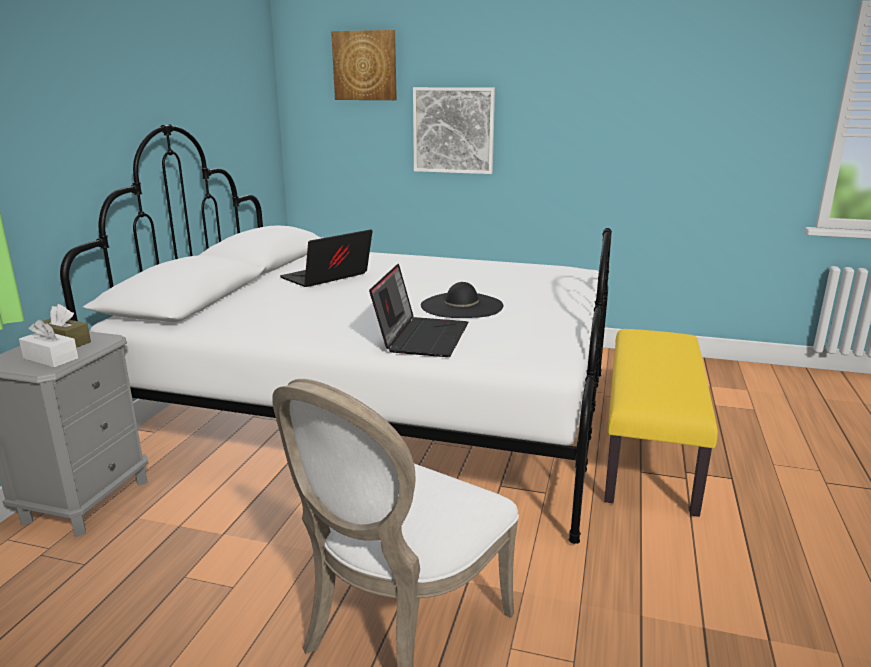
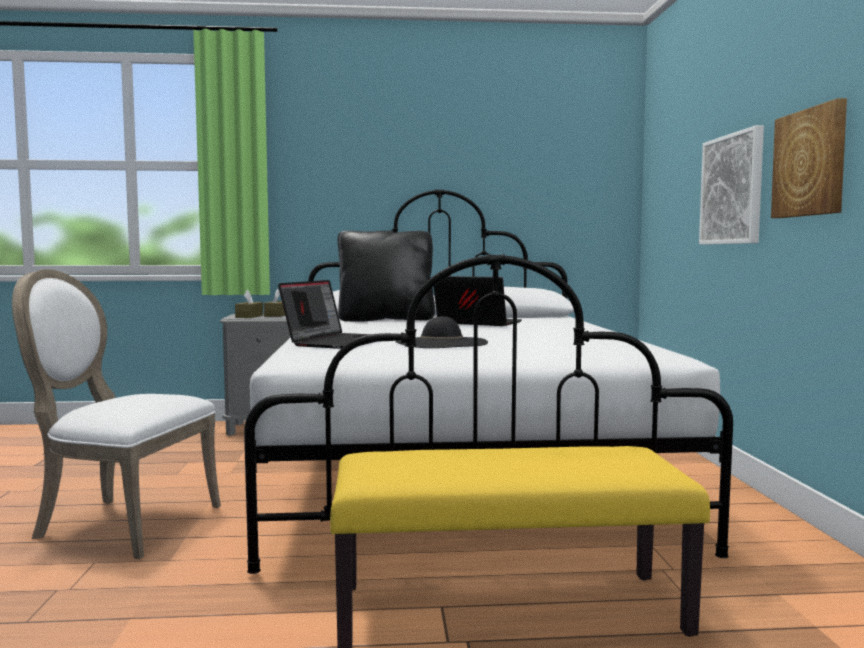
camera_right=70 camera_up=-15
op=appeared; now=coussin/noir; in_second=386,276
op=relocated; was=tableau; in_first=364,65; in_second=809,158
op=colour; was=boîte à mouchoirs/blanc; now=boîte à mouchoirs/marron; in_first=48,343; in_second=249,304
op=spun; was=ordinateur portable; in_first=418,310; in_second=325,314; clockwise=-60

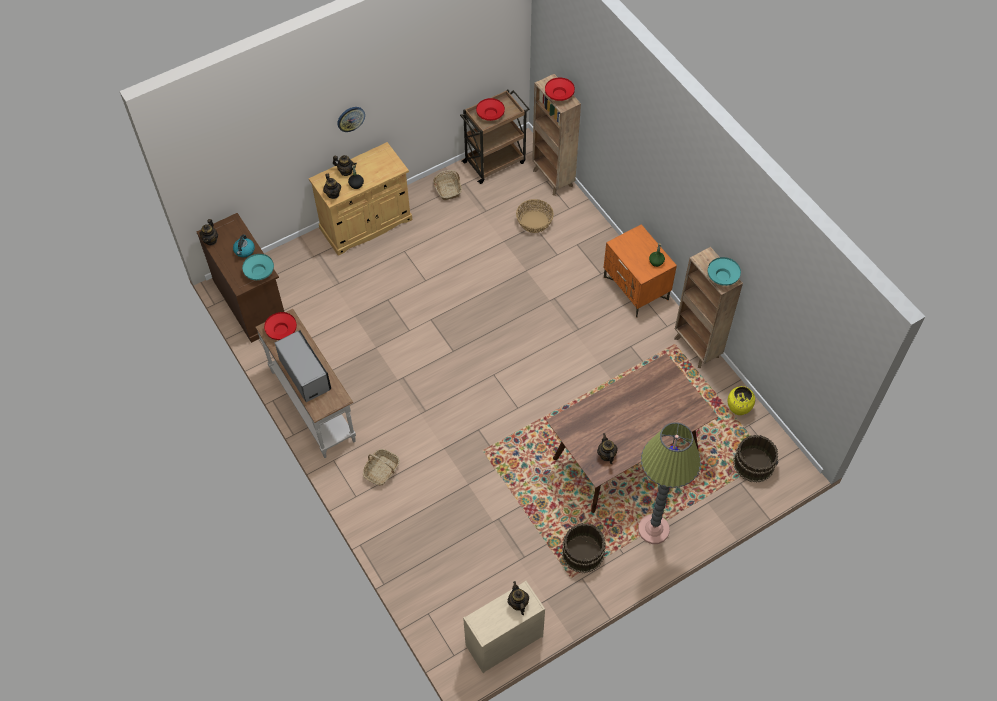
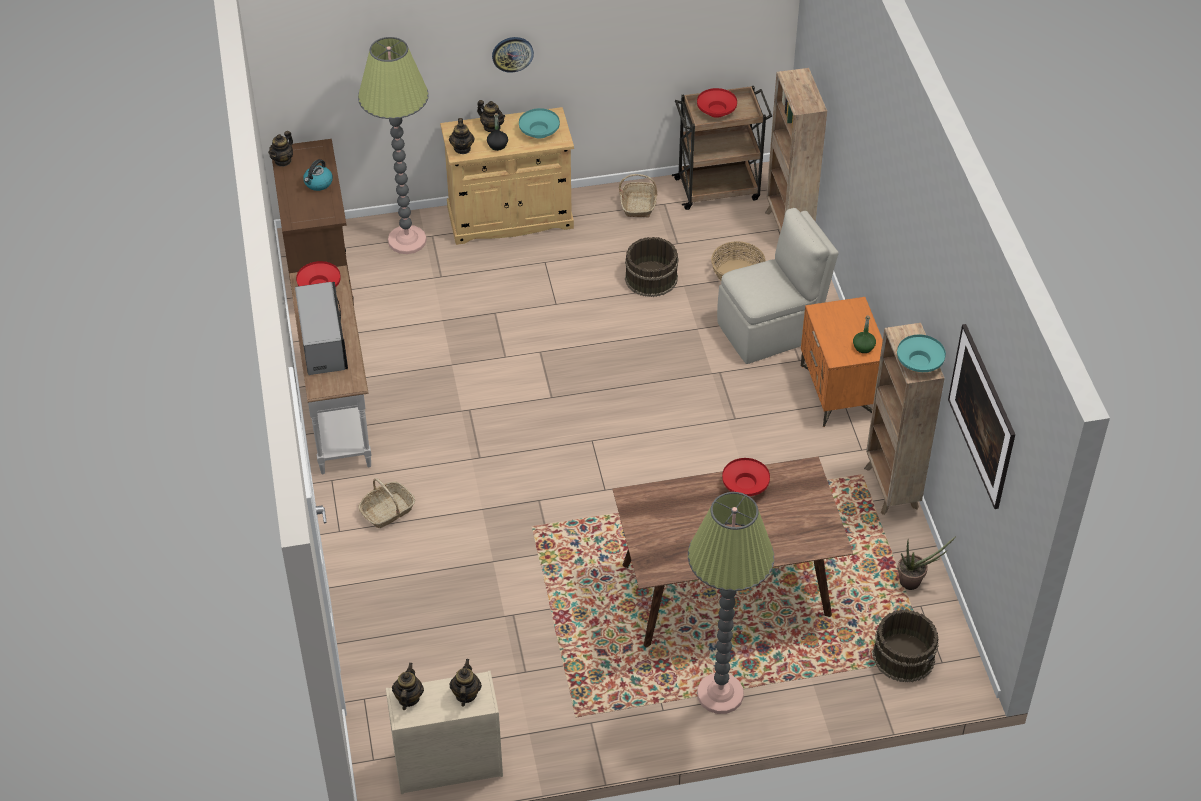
camera_right=20 camera_up=-10
op=appeared; now=lampadaire; in_second=393,145
op=appeared; now=chaise/beige; in_second=778,286
op=appeared; now=tableau; in_second=981,416
op=relocated; was=bol/turquoise; in_first=258,267; in_second=539,123
op=relocated; was=bol/rouge; in_first=560,89; in_second=746,477
op=relocated; was=seau/marron; in_first=584,548; in_second=652,267
op=relocated; was=théière; in_first=607,448; in_second=408,686
op=exchanged; was=vase/jaune; now=plante en pot; in_first=741,400; in_second=926,563

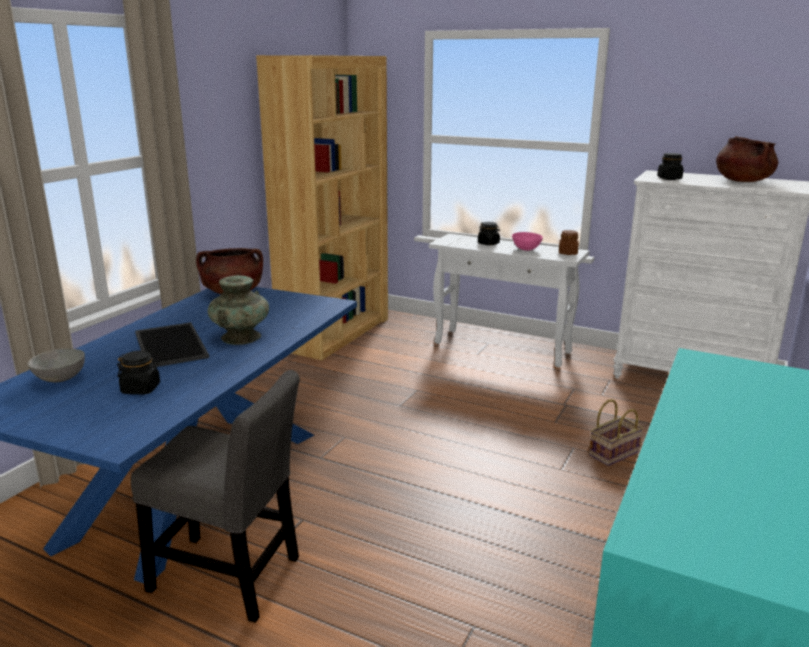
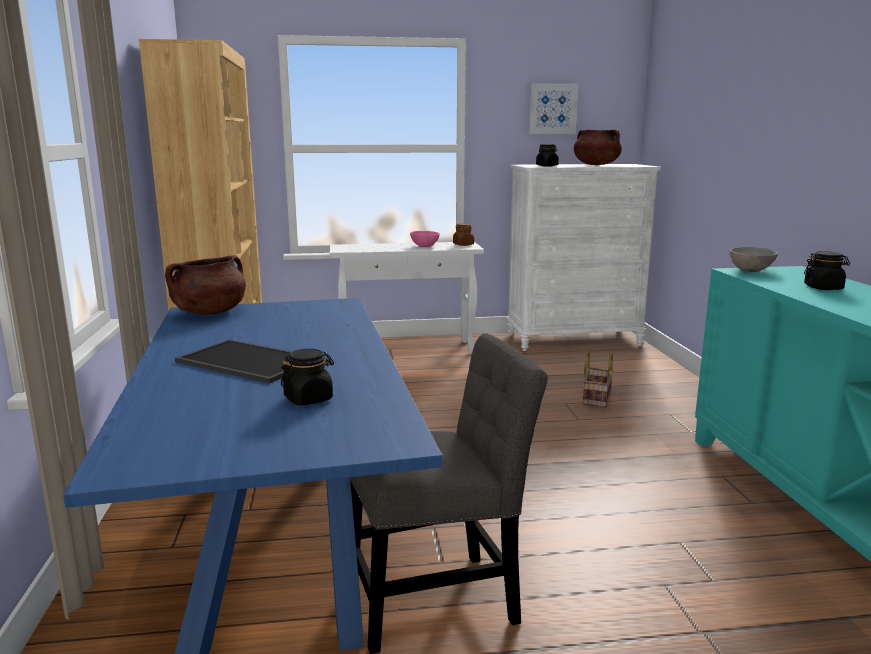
camera_right=-35 camera_up=-5
op=missing; was=vase/turquoise; in_first=238,310
op=appeared; now=tableau; in_second=553,108
op=relocated; was=bol/gris; in_first=56,365; in_second=753,259
op=relocated; was=bocal/noir; in_first=489,233; in_second=827,270

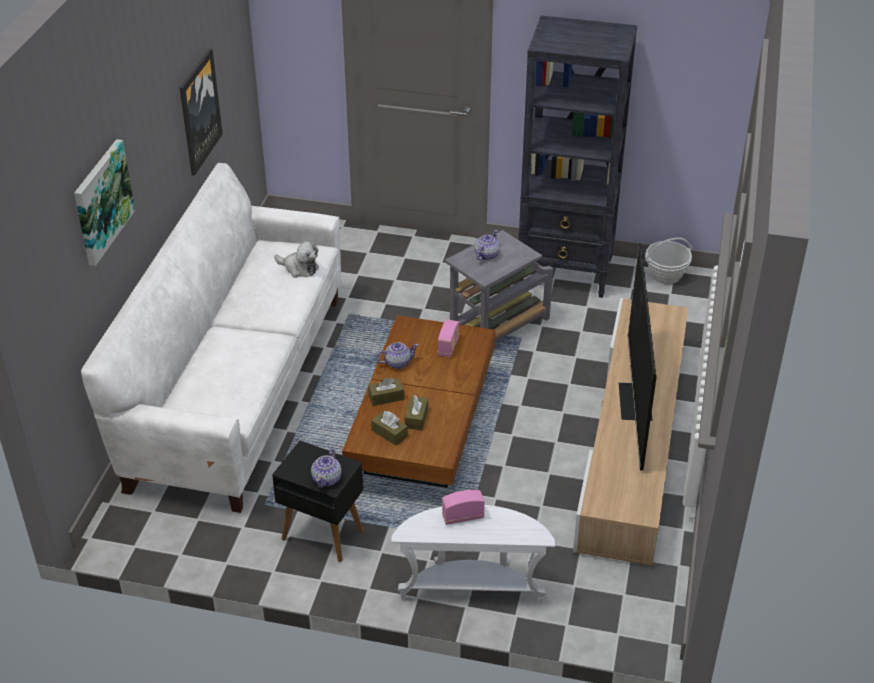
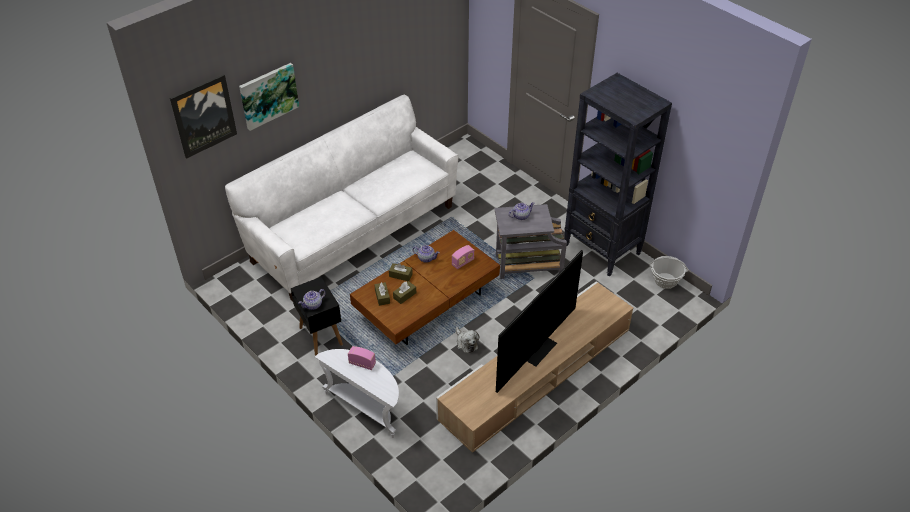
camera_right=35 camera_up=5
op=relocated; was=tableau; in_first=201,112; in_second=203,116
op=relocated; was=peluche; in_first=296,259; in_second=467,340

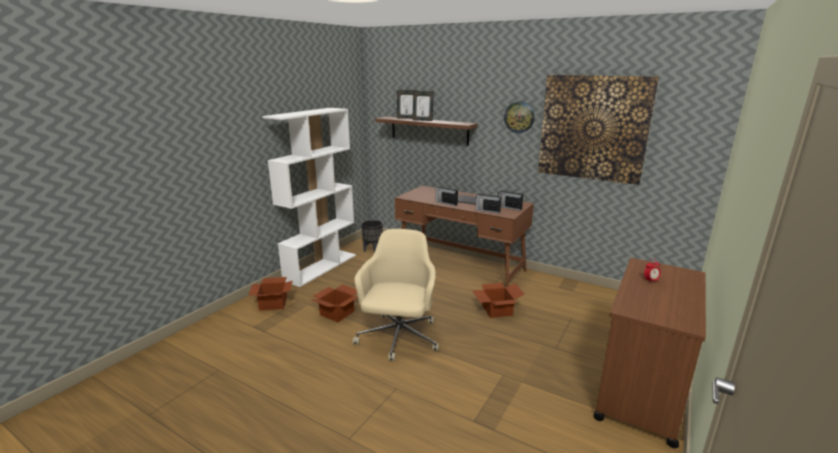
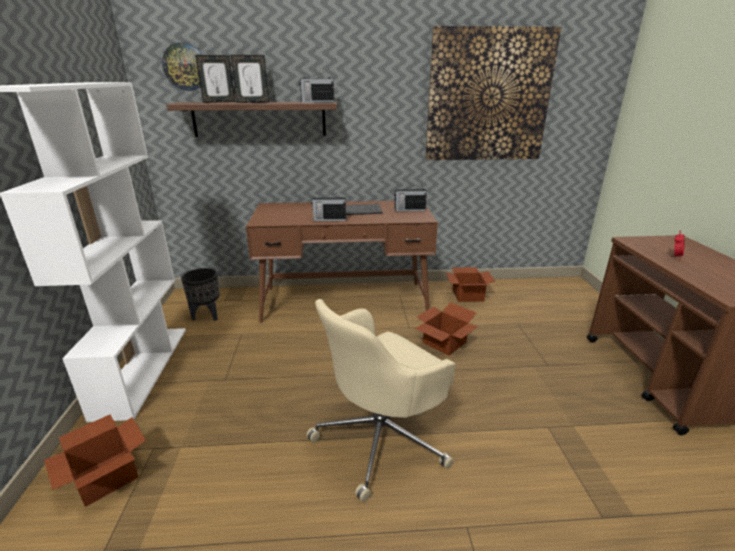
camera_right=-35 camera_up=5
op=relocated; was=carton; in_first=334,303; in_second=470,284
op=relocated; was=radio; in_first=488,202; in_second=316,87
op=relocated; was=horloge murale; in_first=519,117; in_second=182,67
op=spun; was=chaise de bureau/beige; in_first=396,295; in_second=381,400; clockwise=-105

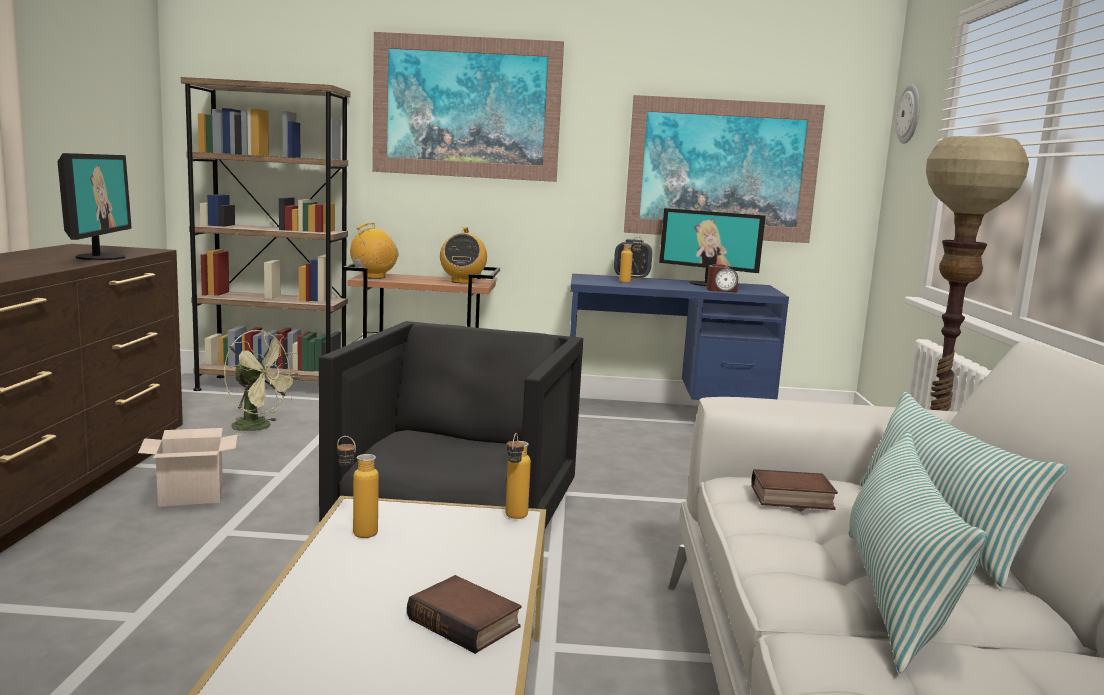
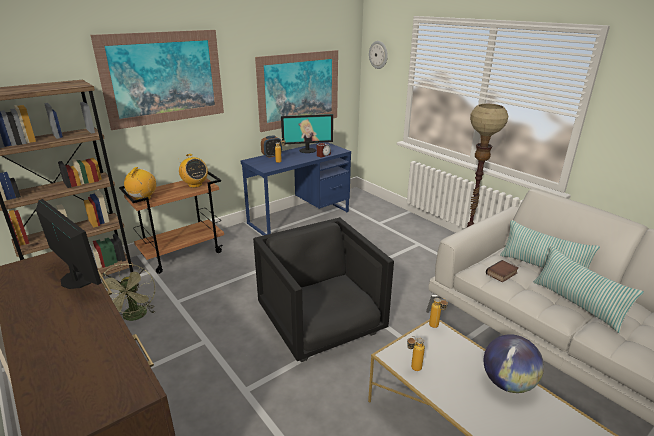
camera_right=-40 camera_up=15
op=missing; was=carton; in_first=188,467
op=exchanged; was=livre; now=globe; in_first=464,614; in_second=514,363
op=spun; was=ventilateur/vert; in_first=261,383; in_second=128,292; clockwise=90

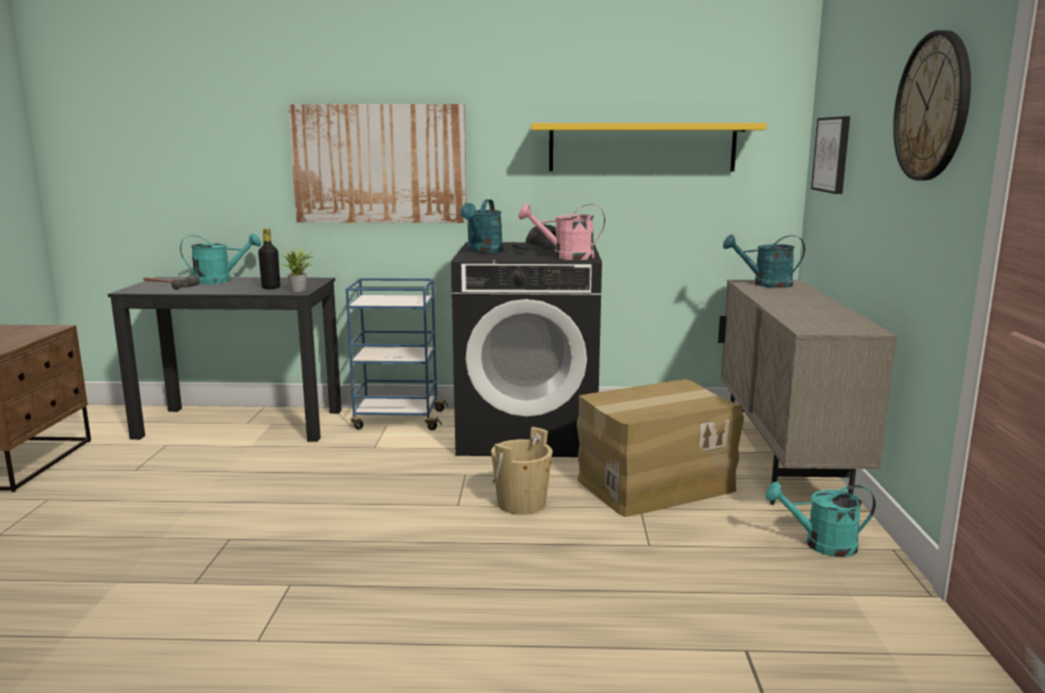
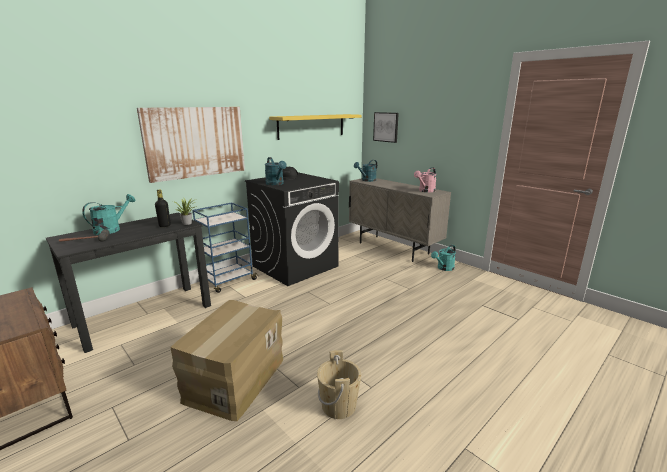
camera_right=-45 camera_up=5
op=missing; was=horloge murale; in_first=932,105
op=relocated; was=seau/beige; in_first=522,470; in_second=339,384
op=relocated; was=arrosoir/rose; in_first=561,232; in_second=425,179
op=relocated; was=carton; in_first=660,448; in_second=226,360

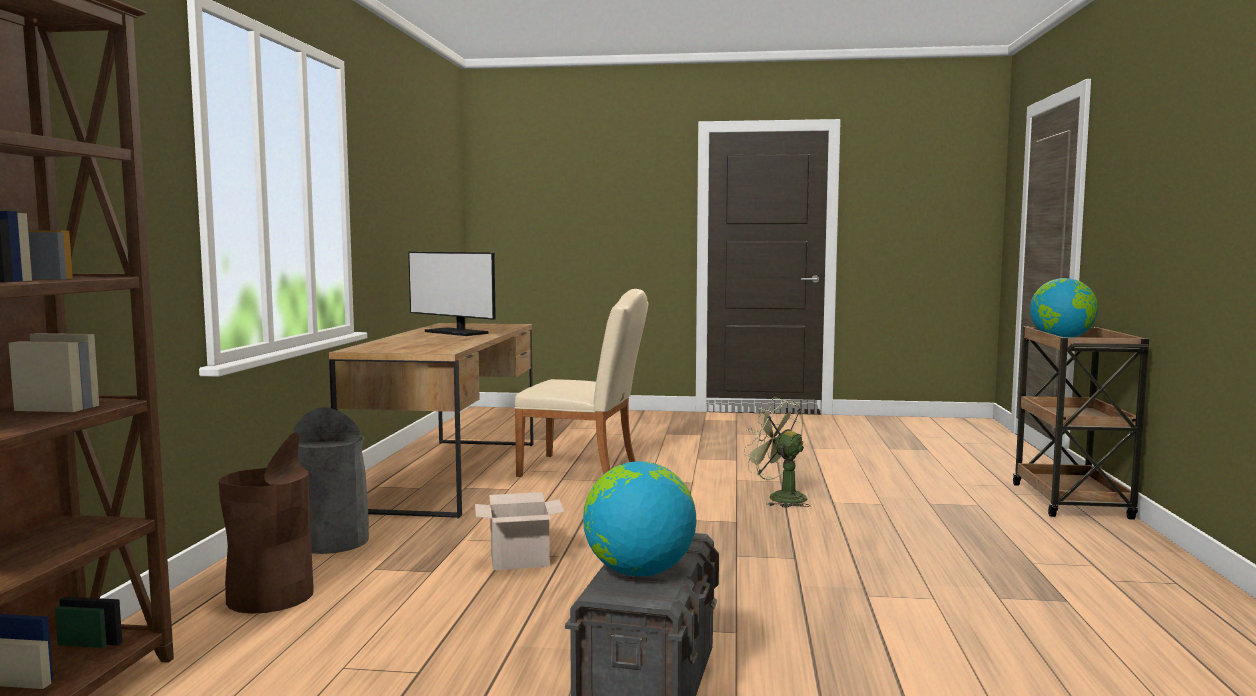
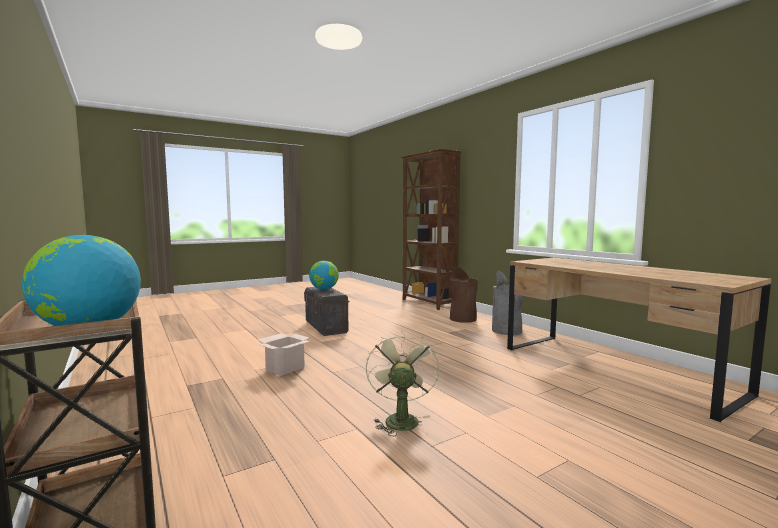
camera_right=140 camera_up=0
op=missing; was=écran d'ordinateur; in_first=452,294
op=missing; was=chaise/beige; in_first=581,383
op=relocated; was=carton; in_first=519,531; in_second=284,354
op=spun; was=ventilateur/vert; in_first=776,453; in_second=402,383; clockwise=-90

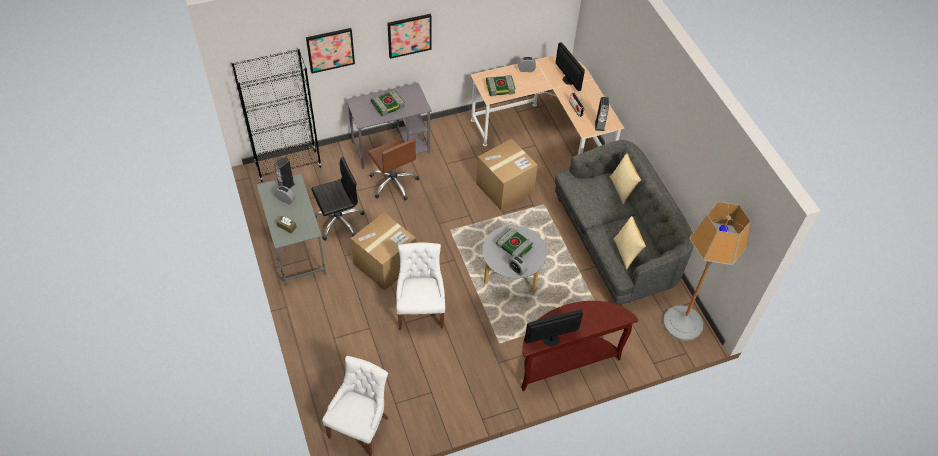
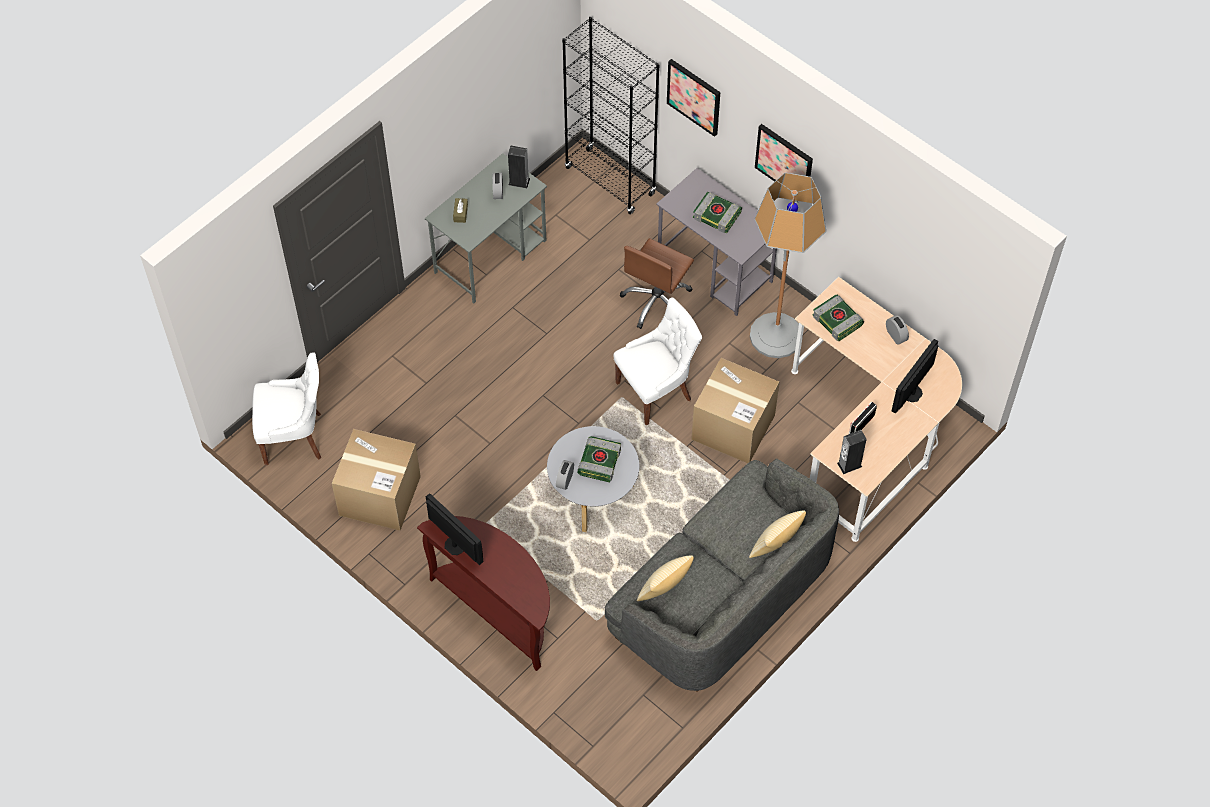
camera_right=65 camera_up=5
op=missing; was=chaise de bureau/noir; in_first=337,199
op=relocated; was=carton; in_first=383,251; in_second=376,480
op=relocated; was=chaise/blanc; in_first=420,286; in_second=657,361
op=relocated; was=lampadaire; in_first=706,271; in_second=788,265

